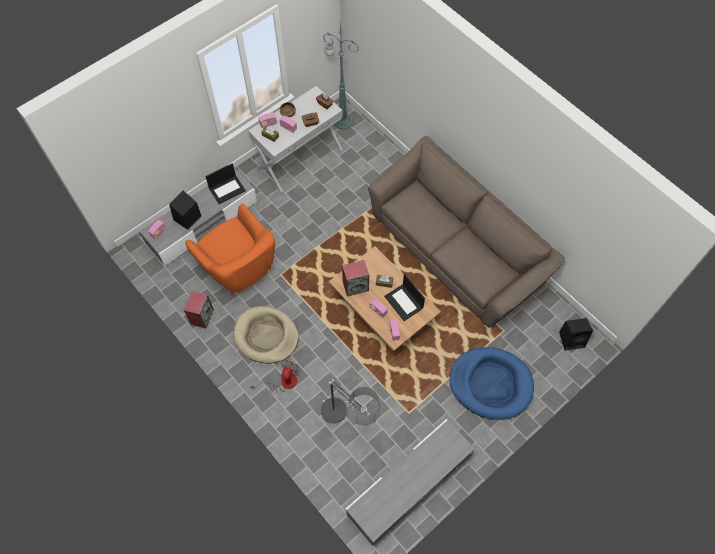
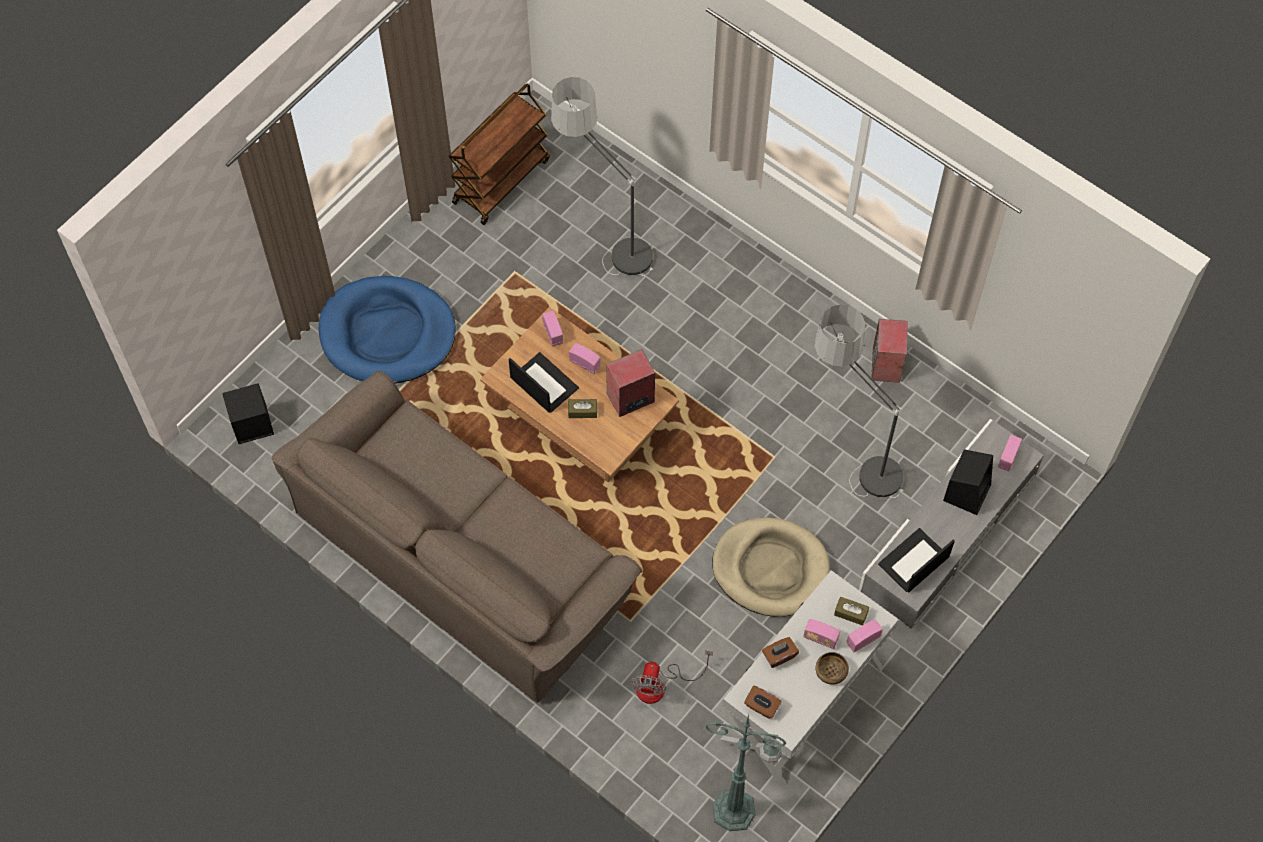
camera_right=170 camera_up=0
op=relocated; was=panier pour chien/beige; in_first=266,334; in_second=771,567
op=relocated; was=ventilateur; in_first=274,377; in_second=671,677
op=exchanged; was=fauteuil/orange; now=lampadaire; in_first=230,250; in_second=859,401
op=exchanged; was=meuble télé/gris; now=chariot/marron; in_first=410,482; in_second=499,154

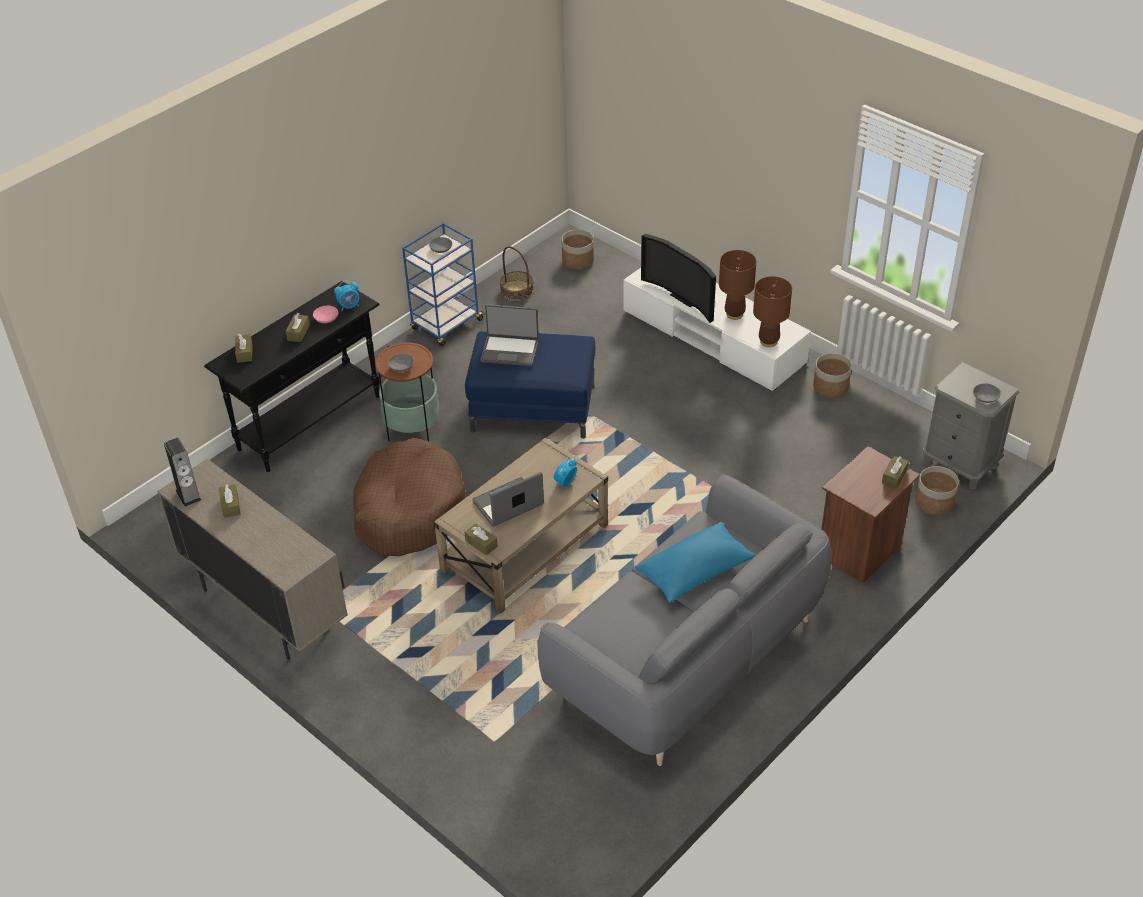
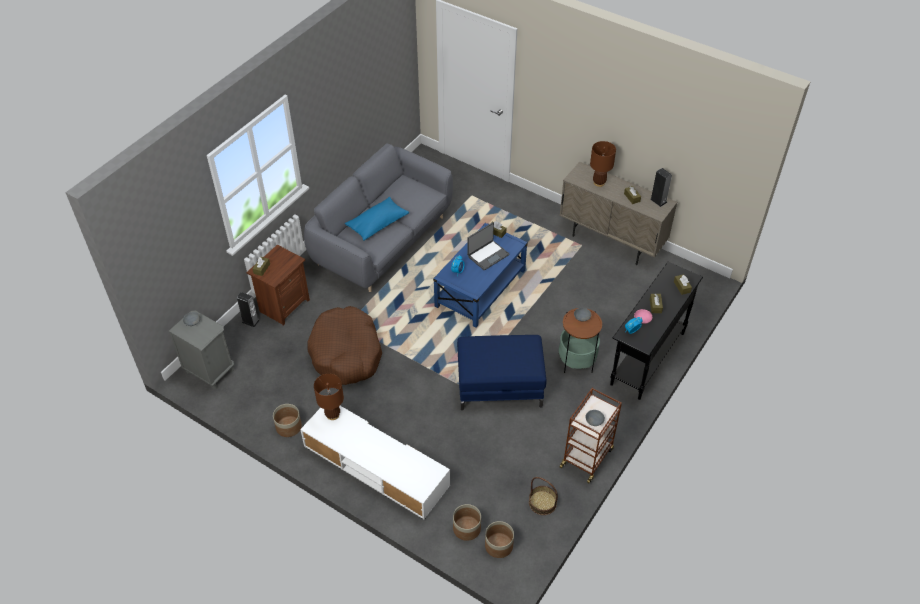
camera_right=170 camera_up=5
op=missing; was=ordinateur portable; in_first=509,335
op=missing; was=téléviseur; in_first=678,278
op=appeared; now=enceinte; in_second=248,309
op=relocated; was=panier pour chien/marron; in_first=409,496; in_second=344,345
op=relocated; was=lampe de table/marron; in_first=737,285; in_second=603,164
op=relocated; was=cache-pot; in_first=937,490; in_second=467,522
op=colour; was=chariot/bleu; now=chariot/marron; in_first=444,284; in_second=591,435
op=colour; was=table basse/beige; now=table basse/bleu; in_first=521,526; in_second=480,275

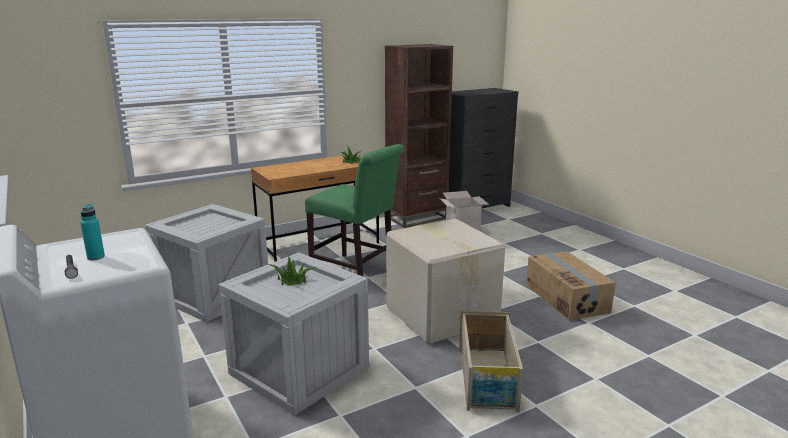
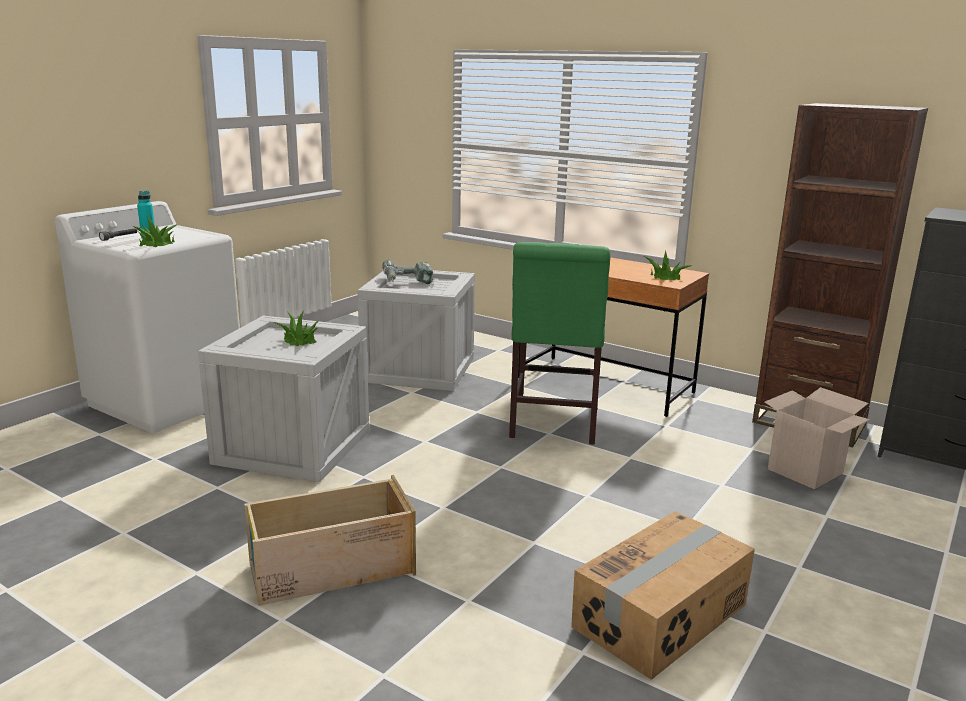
camera_right=65 camera_up=0
op=missing; was=carton; in_first=445,281
op=appeared; now=plante en pot; in_second=154,231
op=appeared; now=perceuse; in_second=408,273

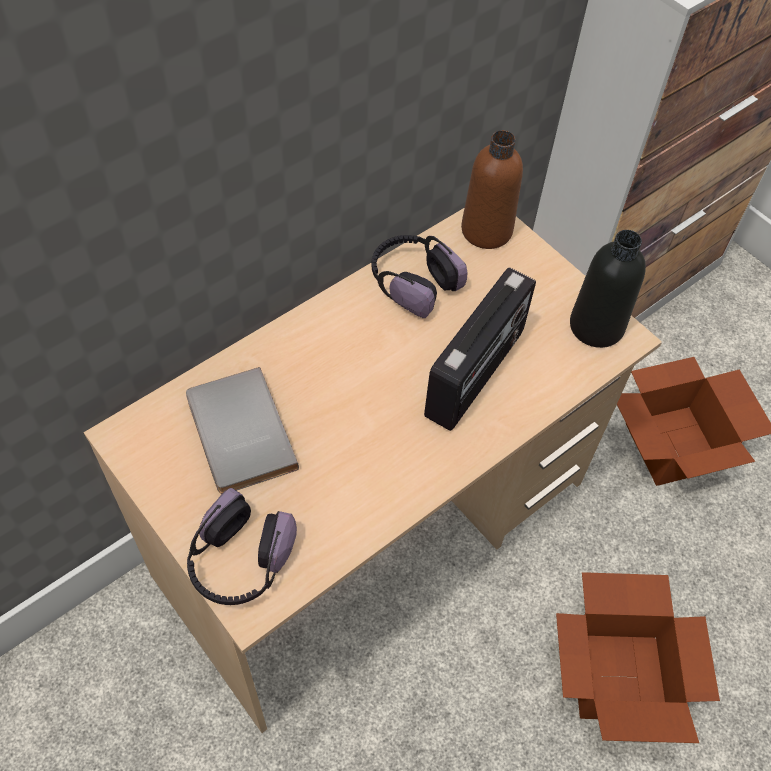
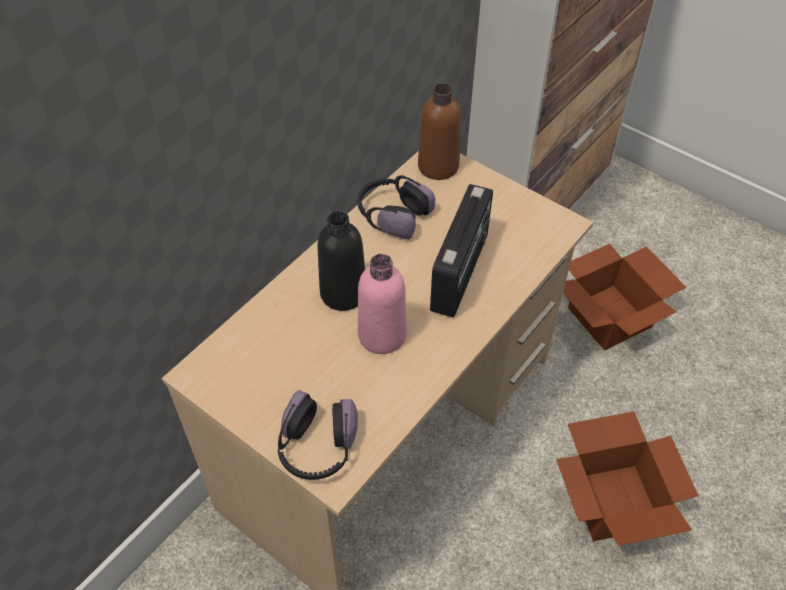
camera_right=-10 camera_up=-5
op=missing; was=livre/gris; in_first=242,430
op=appeared; now=bouteille/rose; in_second=382,304
op=relocated; was=bouteille/noir; in_first=608,289; in_second=341,261

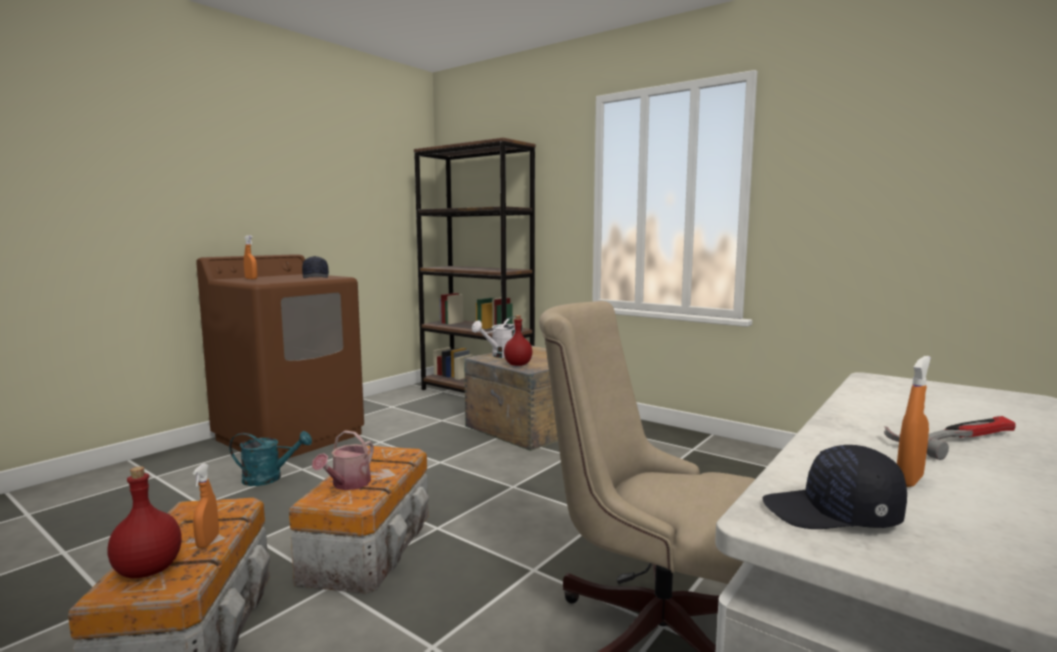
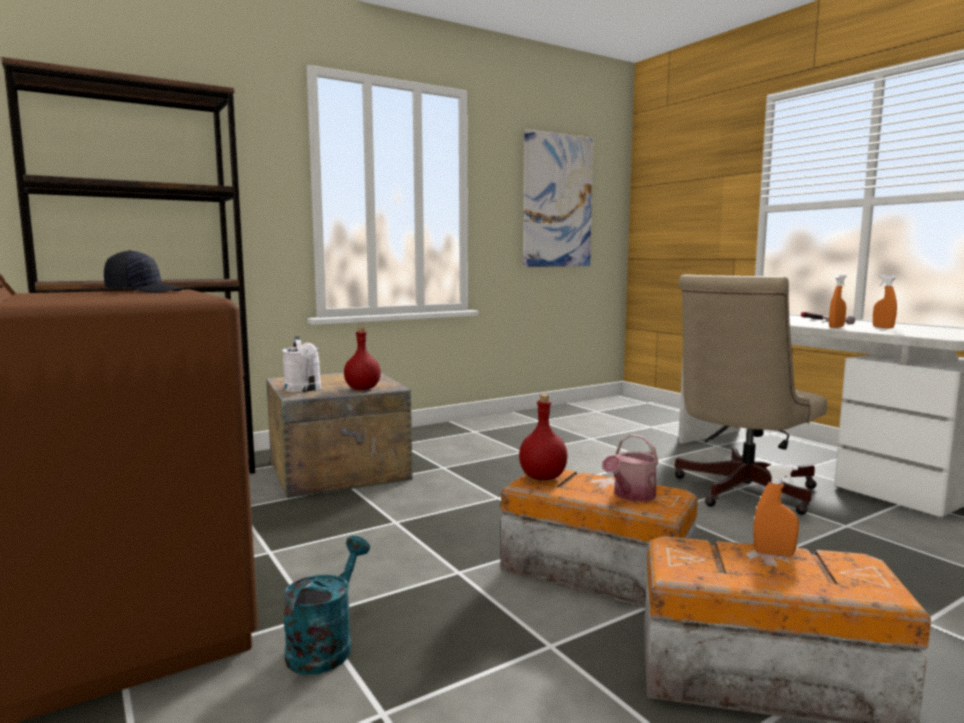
camera_right=-70 camera_up=0
op=missing; was=casquette/noir; in_first=834,487
op=appeared; now=tableau; in_second=558,198
op=relocated; was=bouteille/rouge; in_first=144,522; in_second=543,437
op=relocated; was=vaporisateur/orange; in_first=250,257; in_second=838,301
op=spun; was=arrosoir; in_first=343,460; in_second=630,468; clockwise=90

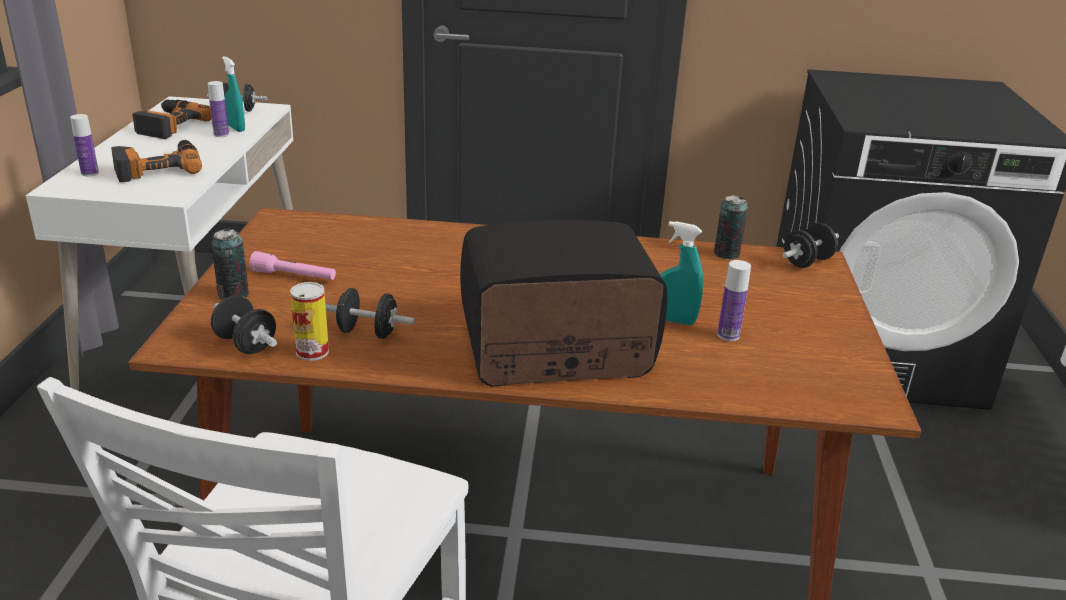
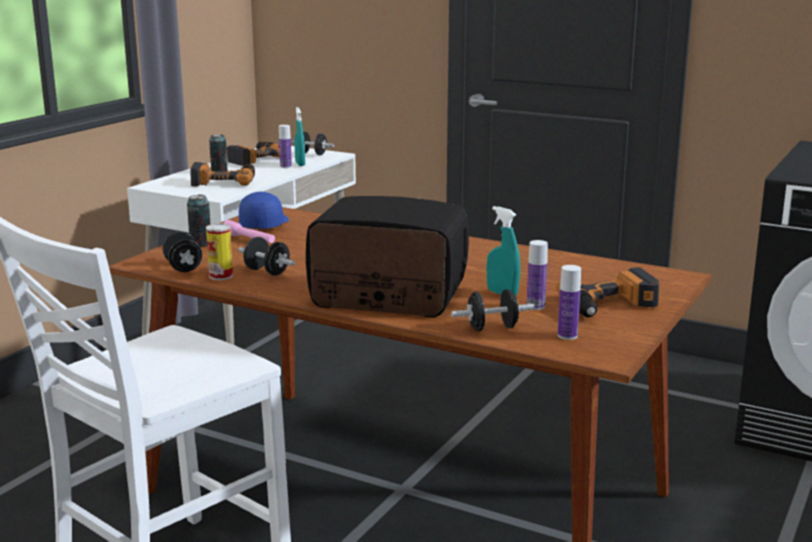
camera_right=25 camera_up=-10
op=appeared; now=casquette/bleu; in_second=264,210
op=appeared; now=perceuse; in_second=607,292
op=relocated; was=bouteille; in_first=84,145; in_second=569,302
op=relocated; was=boîte métallique; in_first=730,227; in_second=218,153
op=relocated; was=haltère/noir; in_first=810,245; in_second=492,310

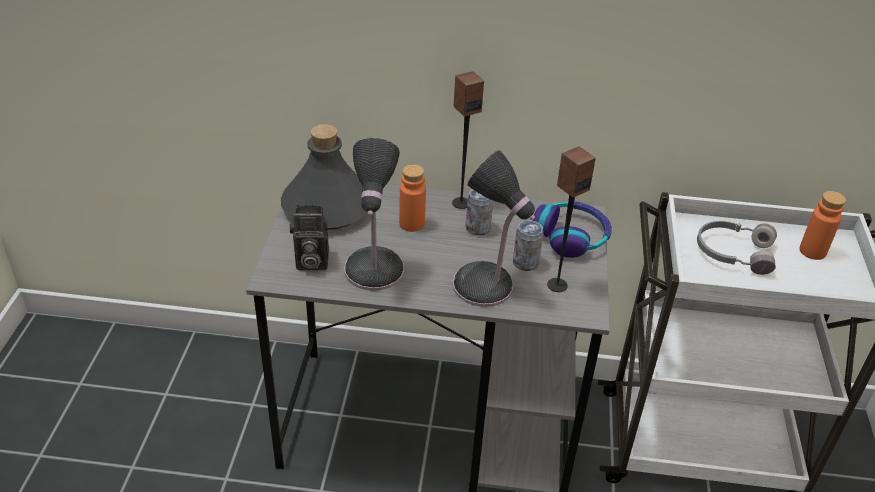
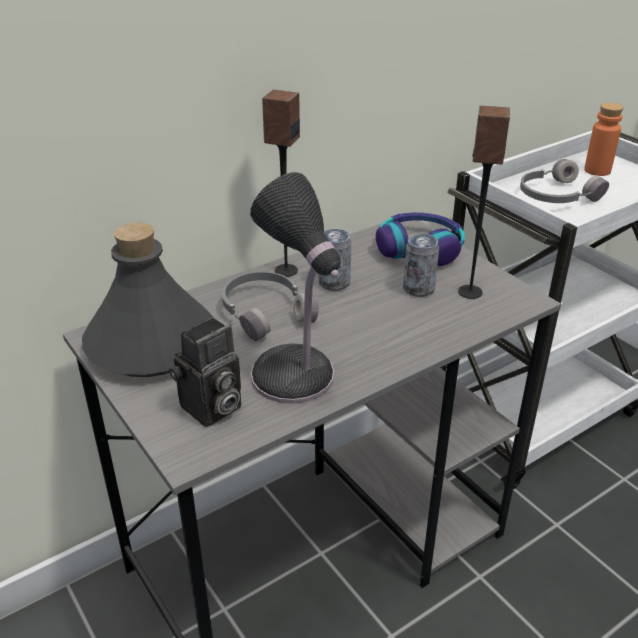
camera_right=-40 camera_up=-5
op=missing; was=lampe de table; in_first=493,228
op=exchanged; was=bouteille/orange; now=casque audio/gris; in_first=412,198; in_second=270,306

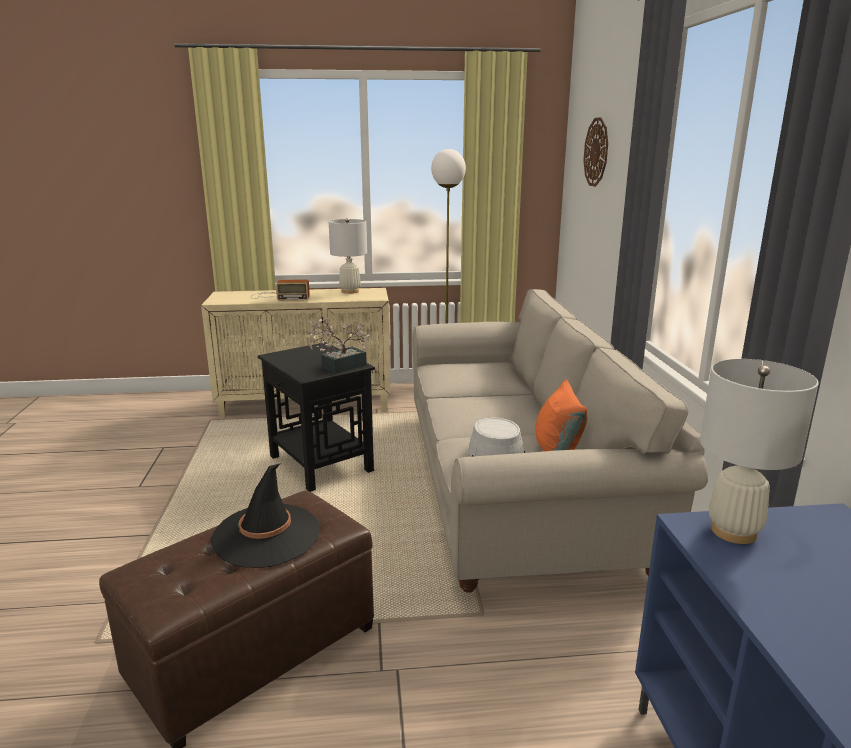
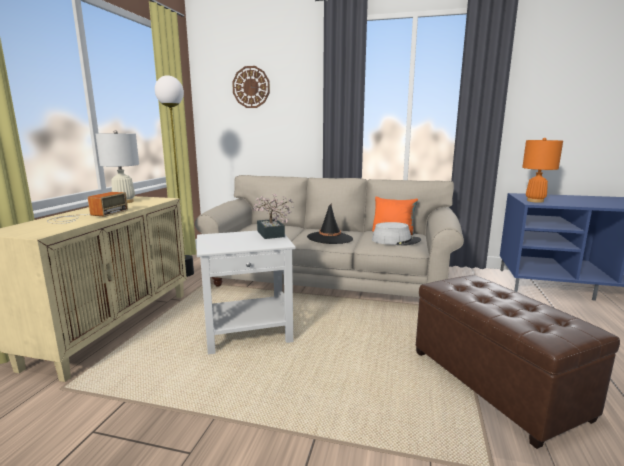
camera_right=-70 camera_up=-5
op=relocated; was=chapeau/noir; in_first=265,515; in_second=330,223
op=colour; was=table d'appoint/noir; now=table d'appoint/blanc; in_first=316,417; in_second=246,293
op=colour; was=lampe de table/blanc; now=lampe de table/orange; in_first=759,451; in_second=542,170

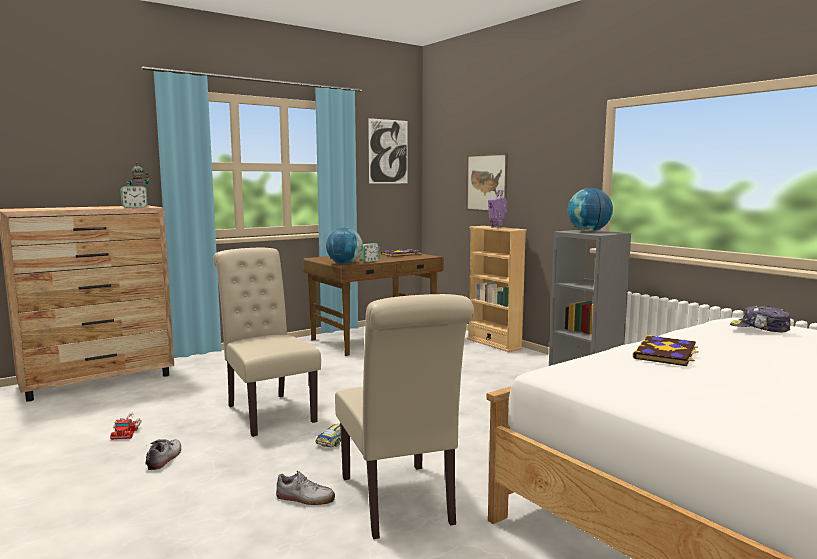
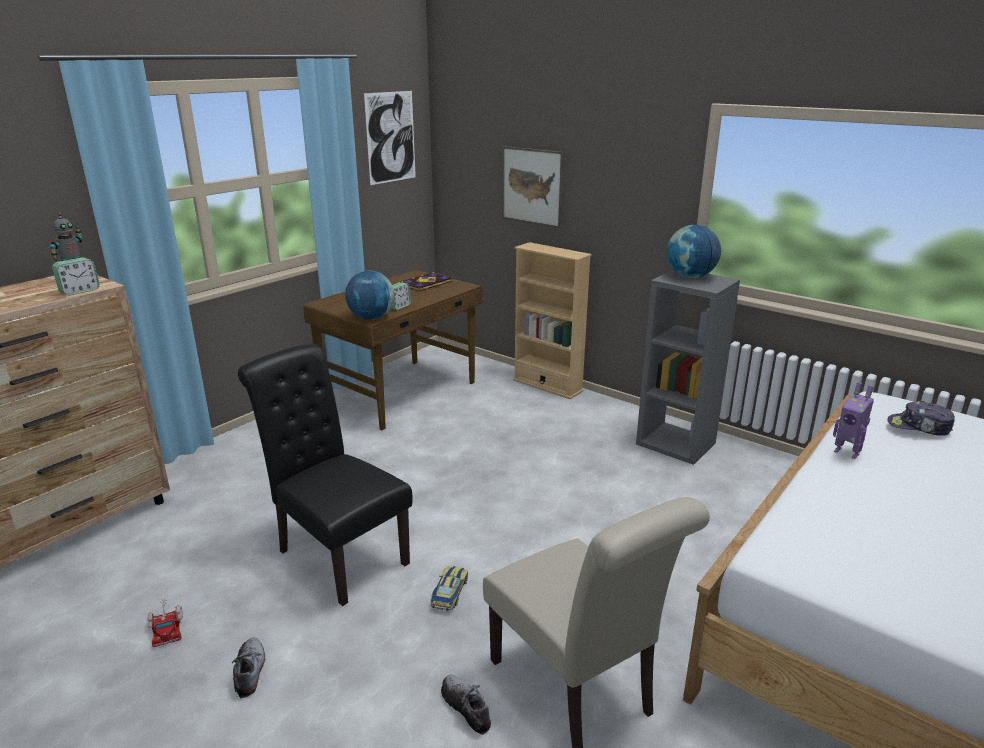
camera_right=-15 camera_up=15
op=missing; was=livre; in_first=666,350
op=relocated; was=robot jouet; in_first=497,209; in_second=853,420
op=colour; was=chaise/beige; now=chaise/noir; in_first=267,342; in_second=325,474
op=spun; was=chaussure; in_first=305,488; in_second=466,705; clockwise=-120

